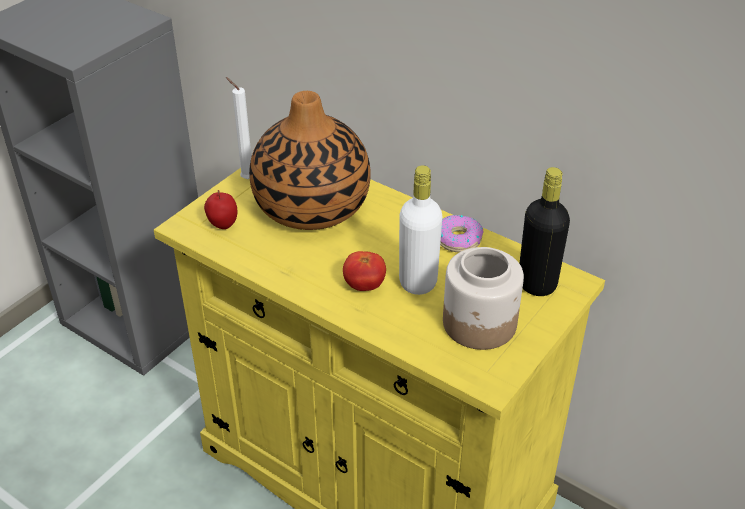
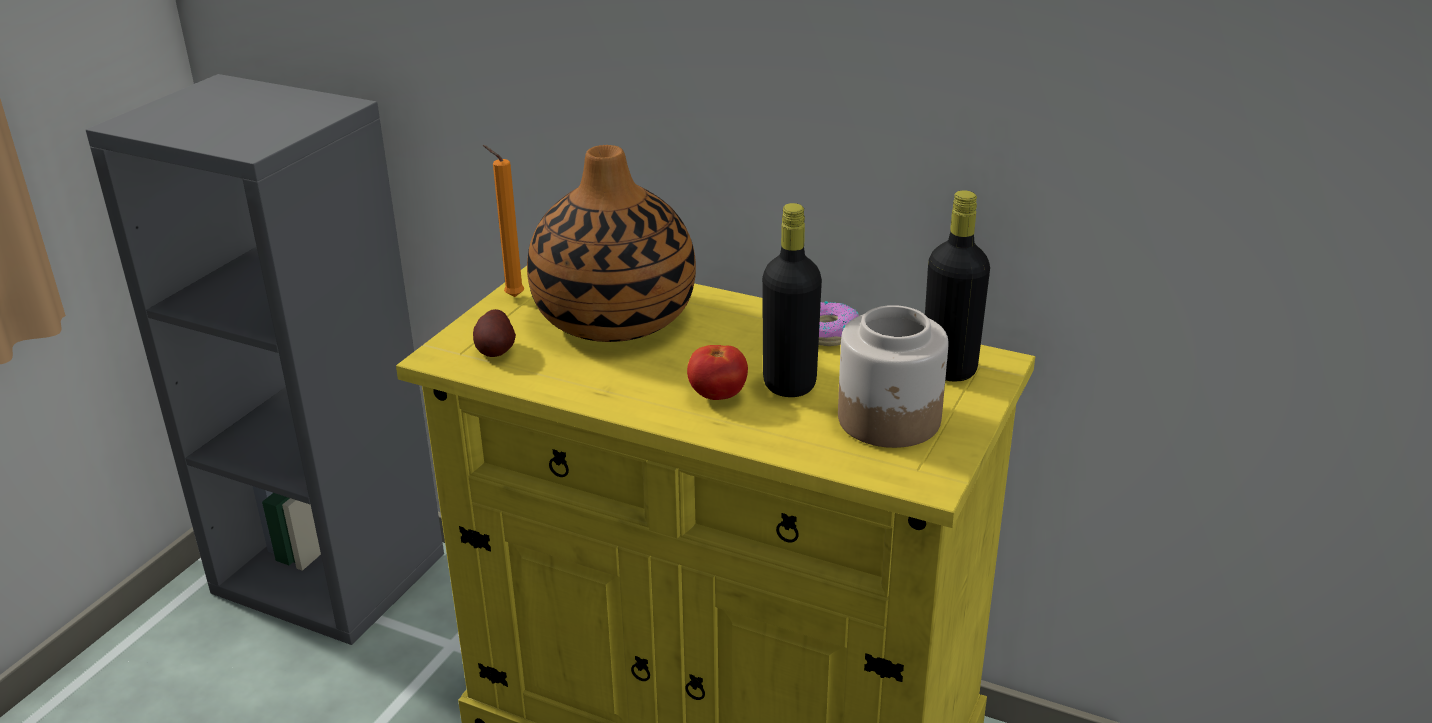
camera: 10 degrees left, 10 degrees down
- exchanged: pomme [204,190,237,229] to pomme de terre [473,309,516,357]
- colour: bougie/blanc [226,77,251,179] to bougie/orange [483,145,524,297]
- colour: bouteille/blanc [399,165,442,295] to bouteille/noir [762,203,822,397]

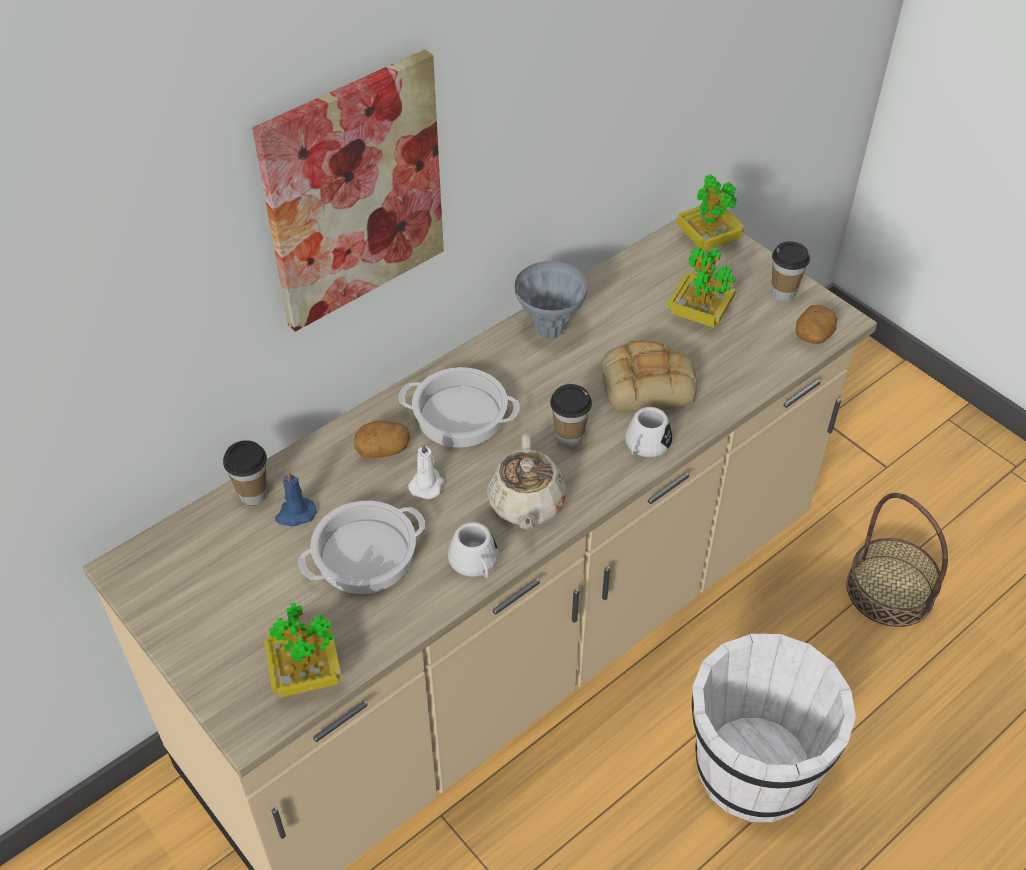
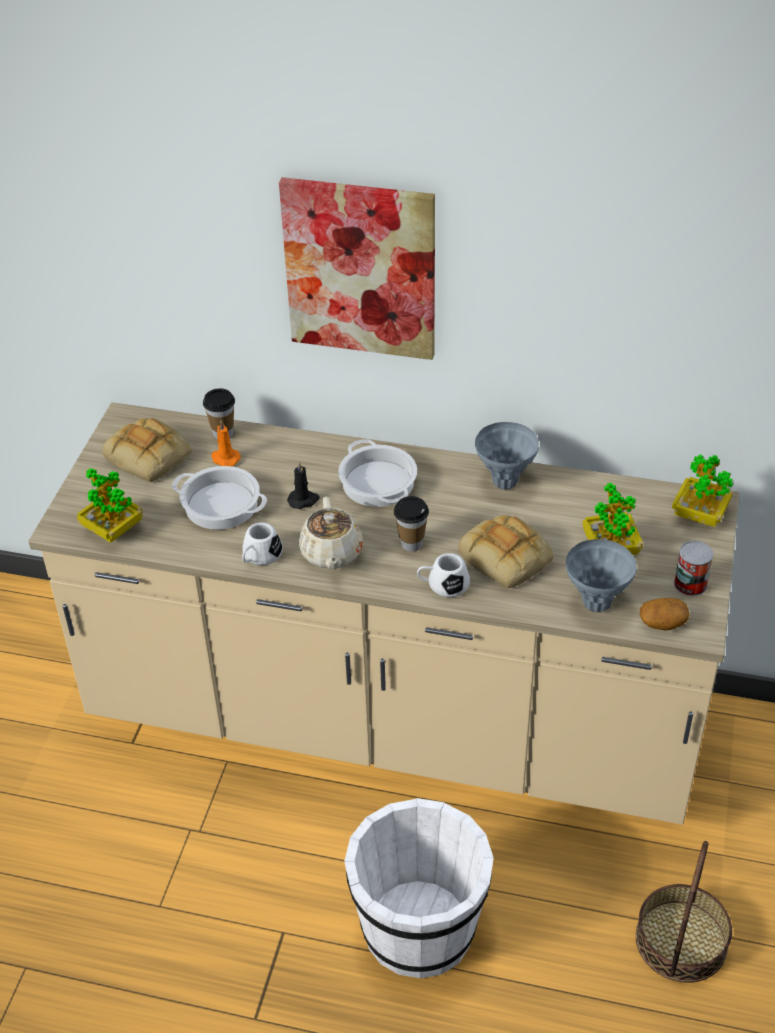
camera: 55 degrees right, 5 degrees down
- missing: pomme de terre [354,421,410,458]
- appeared: pain [103,418,192,482]
- appeared: vase/gris [566,539,637,612]
- exchanged: tasse [772,241,810,302] to boîte métallique [674,541,713,596]
- colour: bougie/bleu [275,470,316,526] to bougie/orange [211,420,241,466]
- colour: bougie/blanc [408,442,444,499] to bougie/noir [287,461,320,509]
- spun: théière/beige [487,433,566,530] = [299,497,363,570] 60 degrees counterclockwise

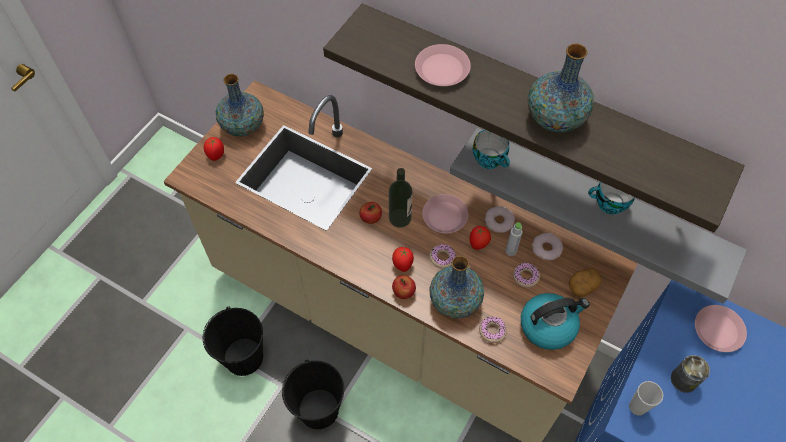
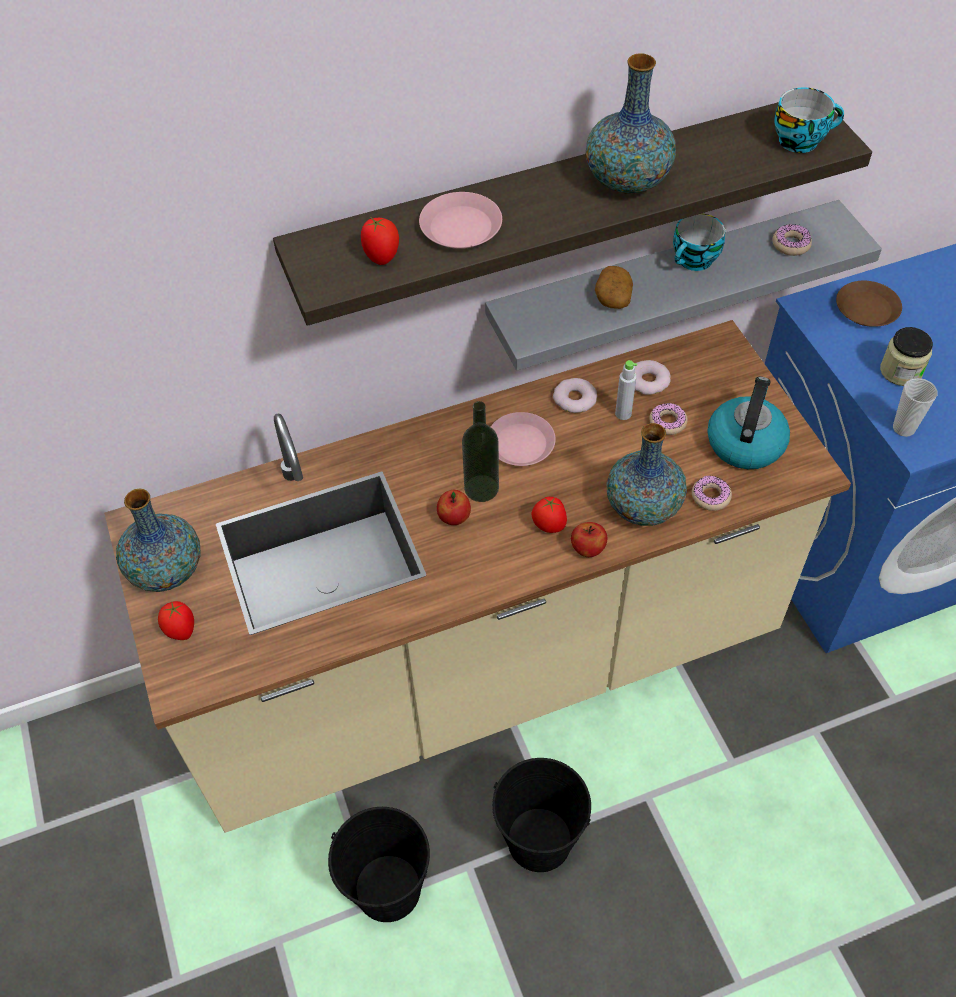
camera: 50 degrees left, 5 degrees down
- relocated: beignet [429,244,456,269] to [773,224,812,256]
- relocated: tomate [470,226,491,250] to [361,218,399,265]
- relocated: tasse [473,130,510,169] to [774,87,844,153]
- relocated: pomme de terre [569,268,601,297] to [595,266,633,309]
- exchanged: boîte métallique [671,355,710,393] to bocal [880,327,933,386]
- colour: assiette/rose [695,305,747,352] to assiette/marron [836,281,902,327]

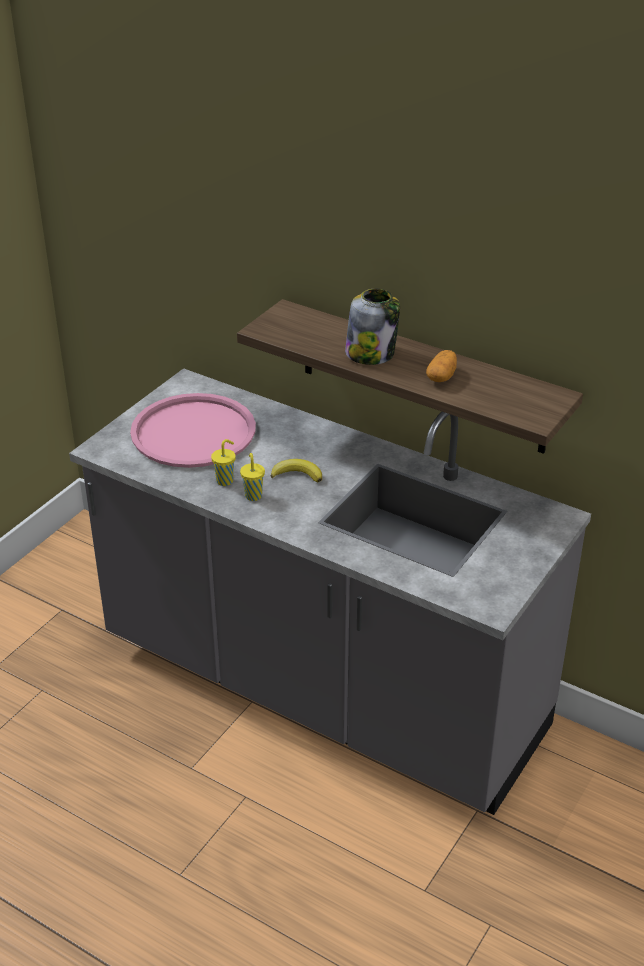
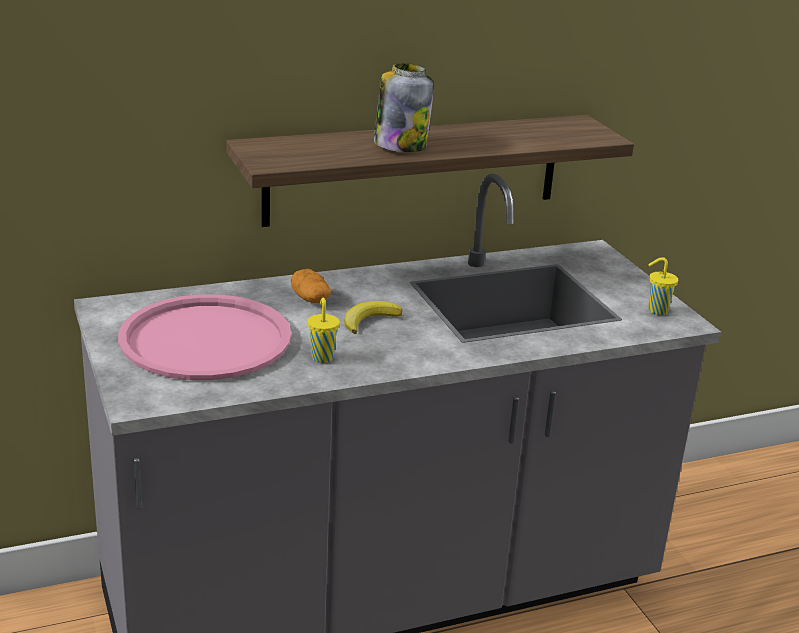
camera: 55 degrees left, 10 degrees down
- relocated: tasse/jaune [240,453,265,501] to [648,257,678,315]
- relocated: pomme de terre [426,350,457,382] to [291,269,331,303]

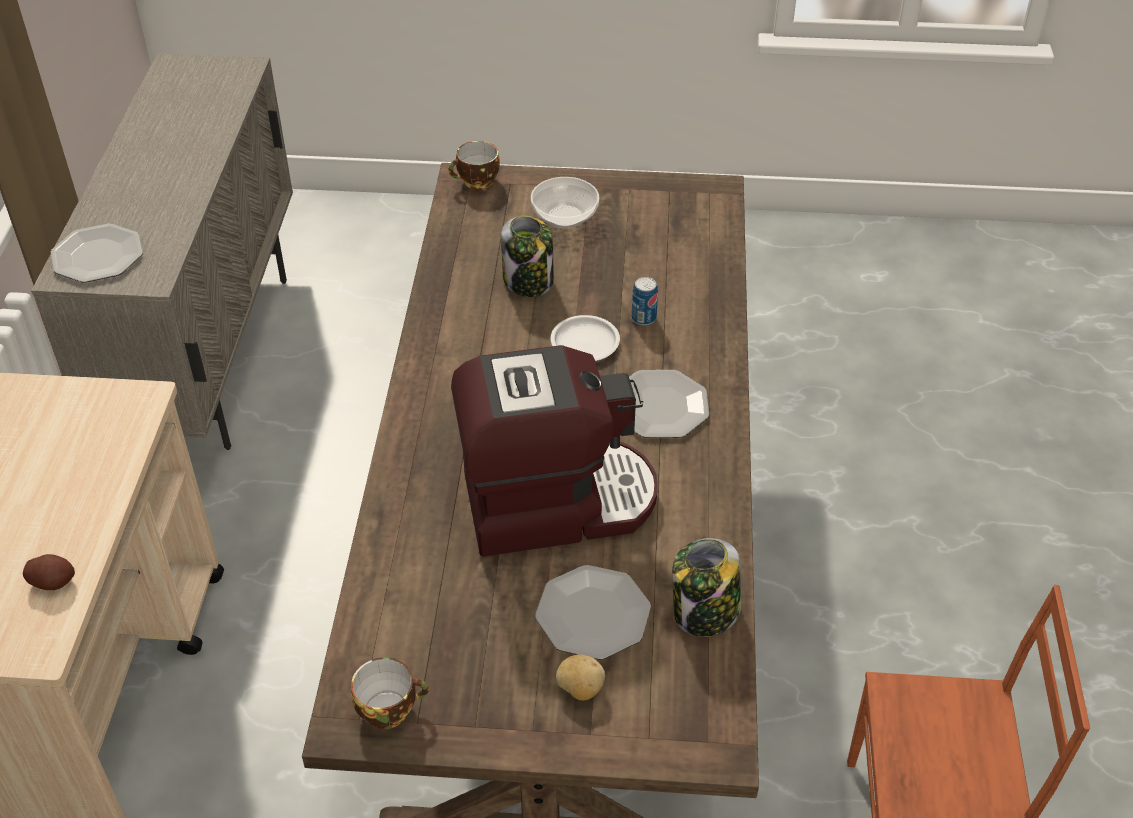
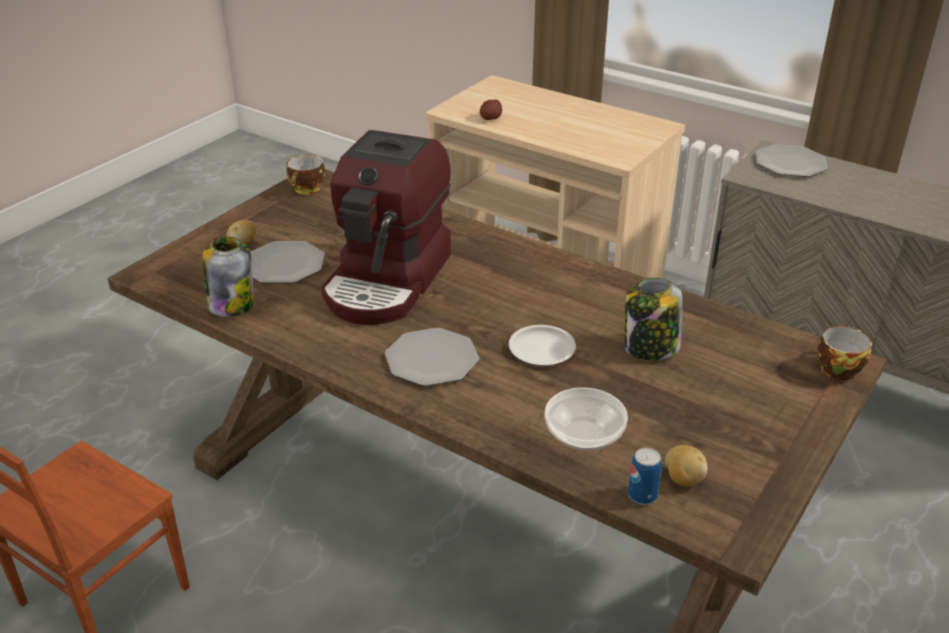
camera: 120 degrees right, 10 degrees down
- appeared: pomme de terre [665,445,707,486]
- relocated: bol [531,177,599,228] to [545,387,628,451]
- relocated: boîte métallique [631,277,658,325] to [628,448,662,505]

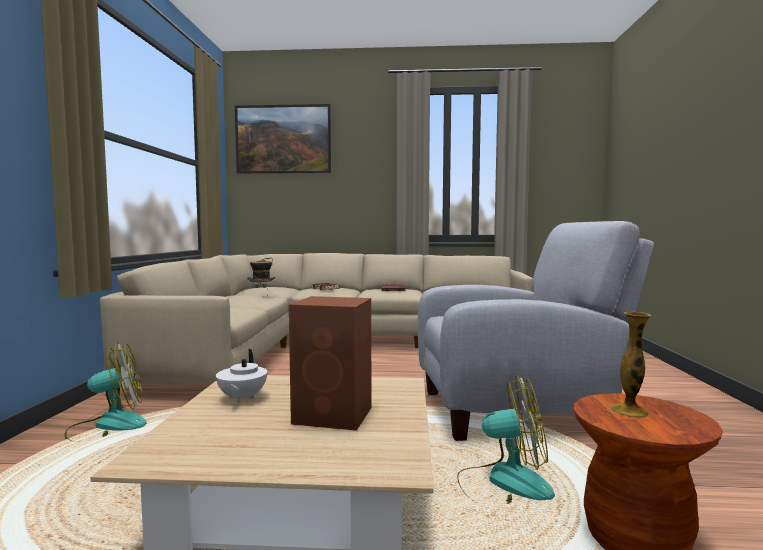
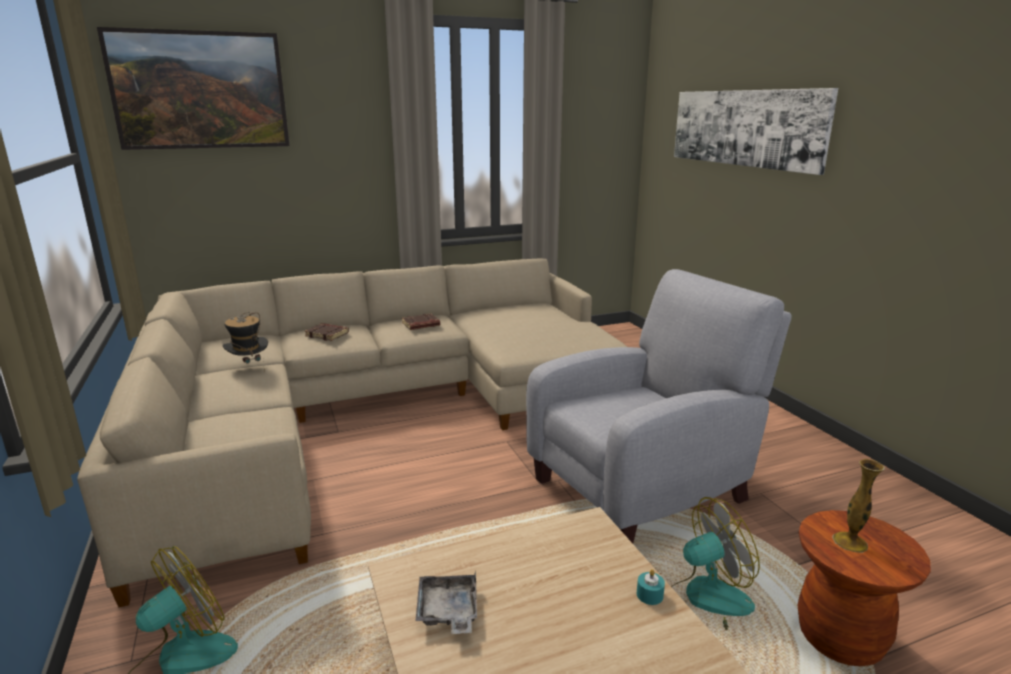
camera: 25 degrees left, 15 degrees up
- missing: enceinte/marron [289,296,371,431]
- appeared: bougie/turquoise [637,569,665,605]
- appeared: tableau [674,88,838,175]
- exchanged: théière/blanc [216,349,267,403] to plateau/gris [415,571,477,634]

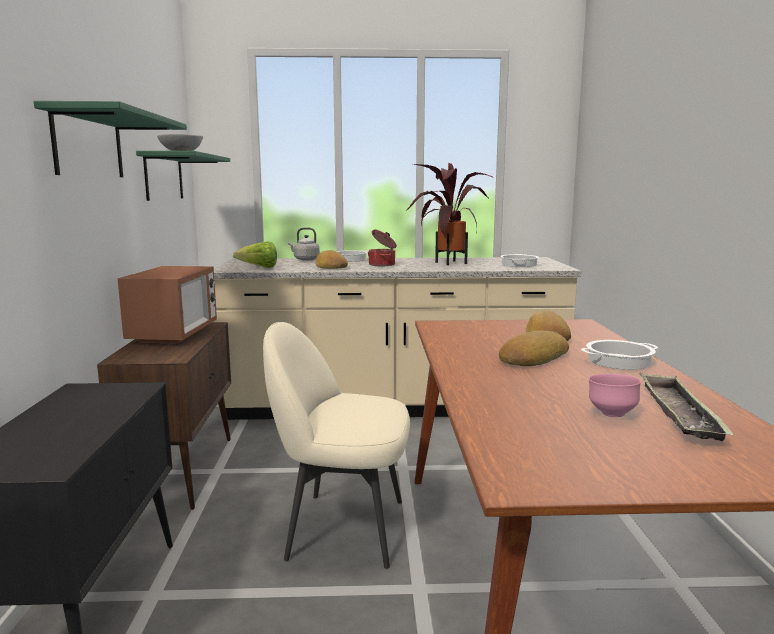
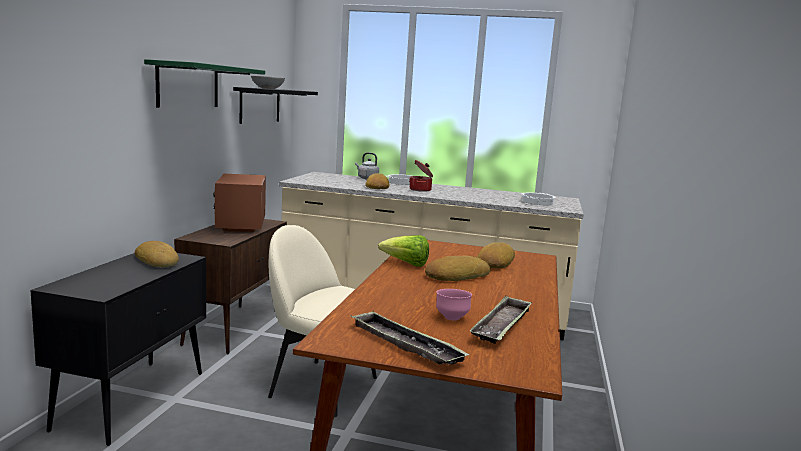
camera: 15 degrees right, 0 degrees up
- missing: plante en pot [406,163,494,265]
- missing: marmite [581,340,658,370]
- appeared: pain [135,241,179,267]
- appeared: plateau [350,311,470,365]
- relocated: laitue [233,241,277,268] to [378,235,429,267]
- colour: étagère/vert [136,151,230,201] to étagère/noir [233,87,318,124]
- spun: micro-ondes [118,266,217,344] = [213,174,266,232] 150 degrees clockwise

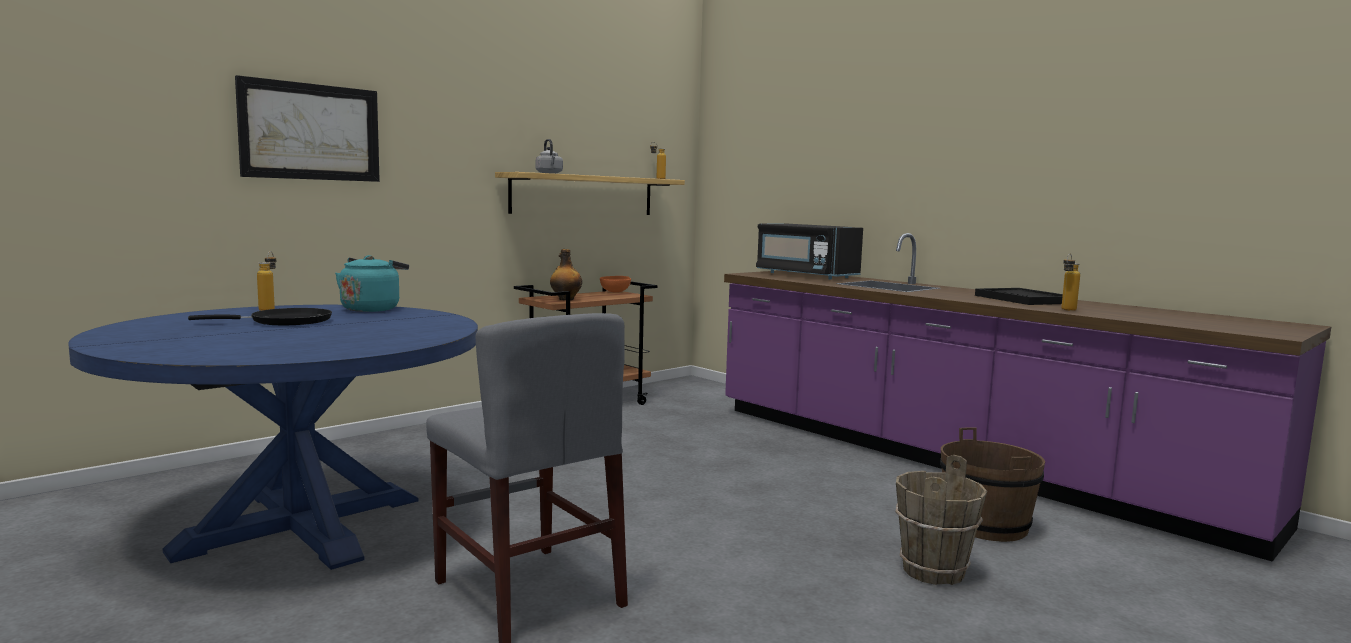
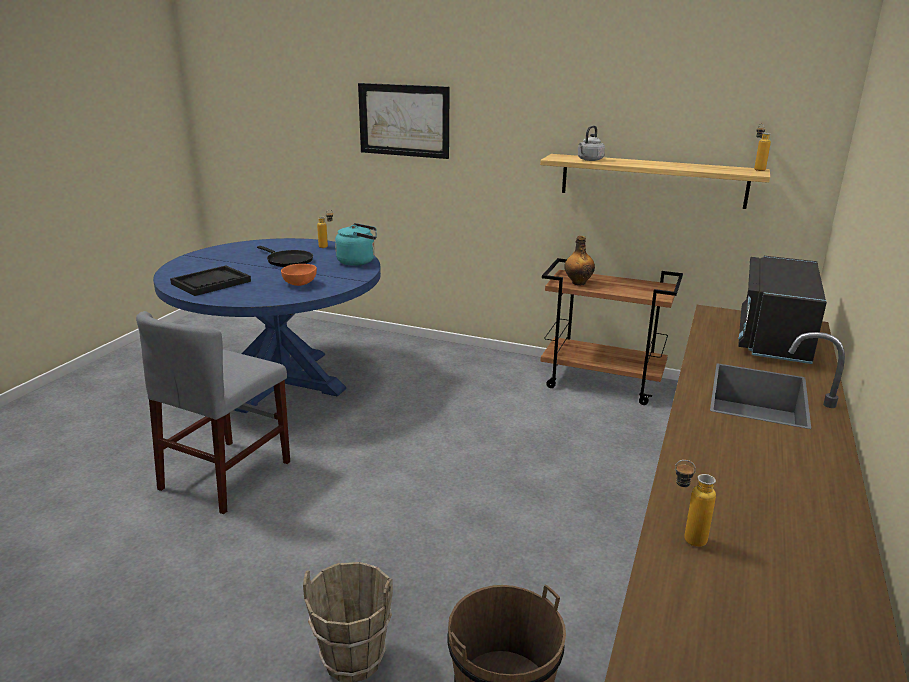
camera: 65 degrees right, 15 degrees up
- relocated: bol/orange [600,276,631,293] to [281,264,317,286]
- relocated: plateau/noir [975,288,1063,305] to [170,265,251,296]

